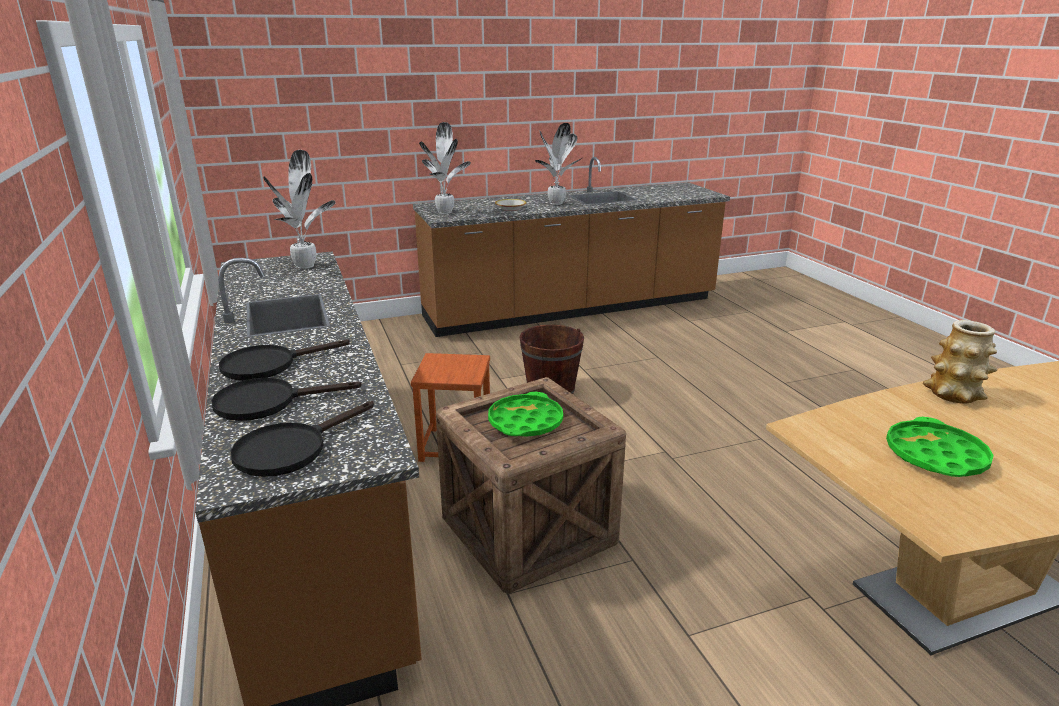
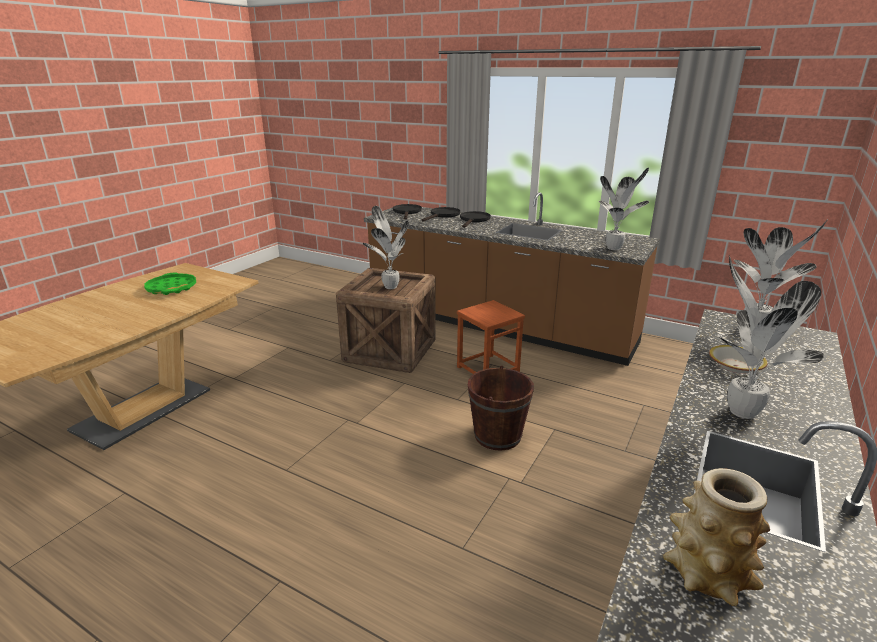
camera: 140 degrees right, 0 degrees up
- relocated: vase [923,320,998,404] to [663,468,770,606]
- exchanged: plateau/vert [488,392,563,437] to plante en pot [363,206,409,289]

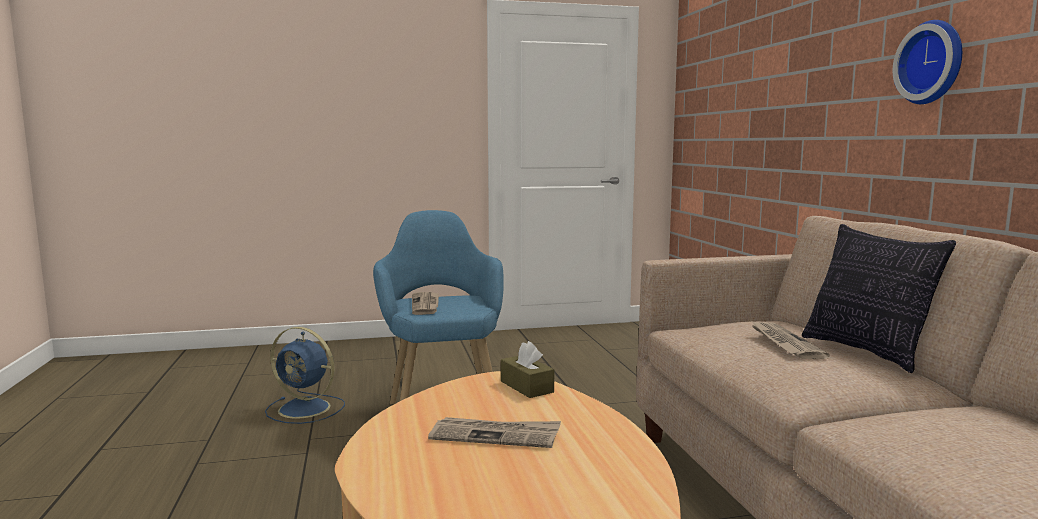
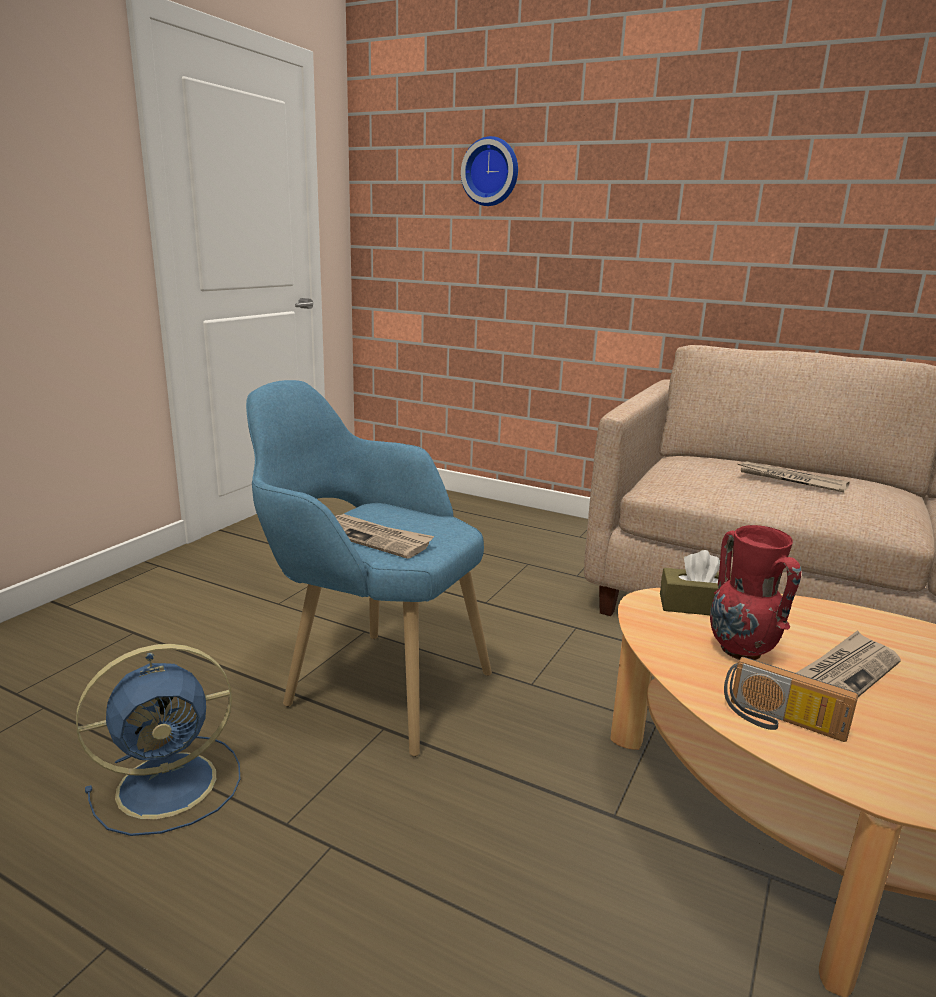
camera: 50 degrees left, 10 degrees up
- missing: coussin [802,224,956,373]
- appeared: vase/rouge [710,525,801,660]
- appeared: radio [724,657,858,742]
- relocated: horloge murale [893,20,962,104] to [461,136,518,206]

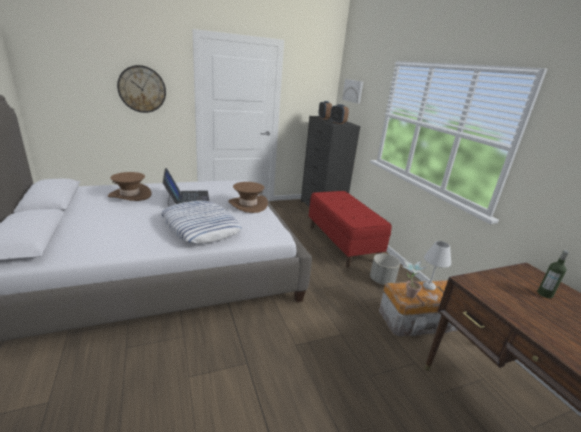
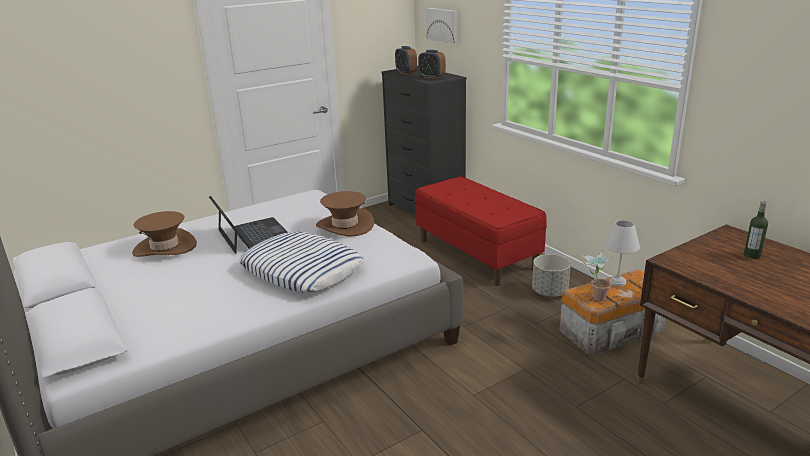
camera: 10 degrees left, 0 degrees up
- missing: horloge murale [117,65,166,113]

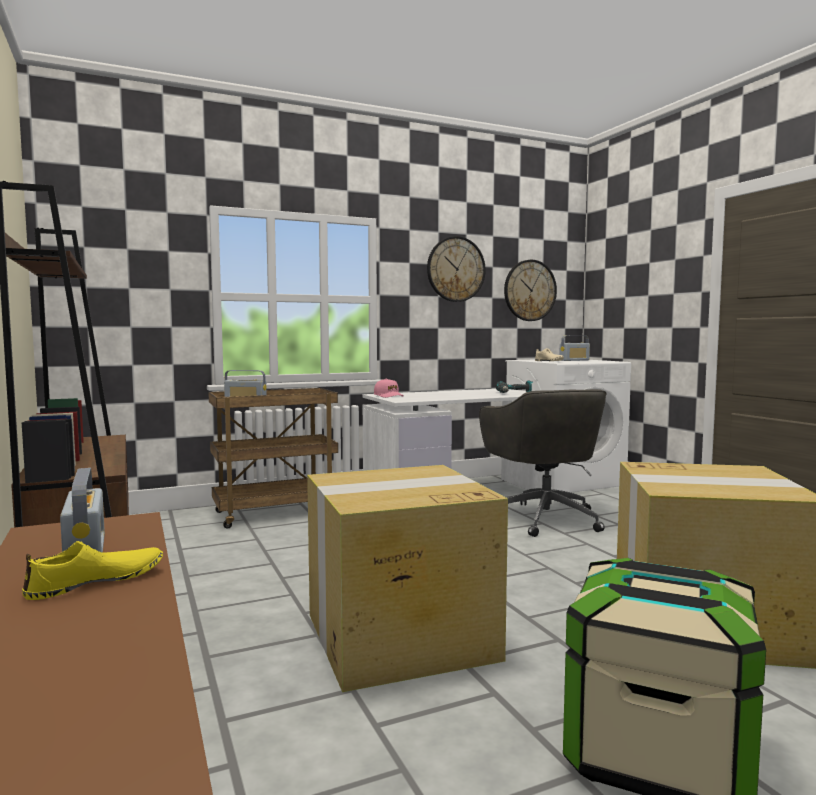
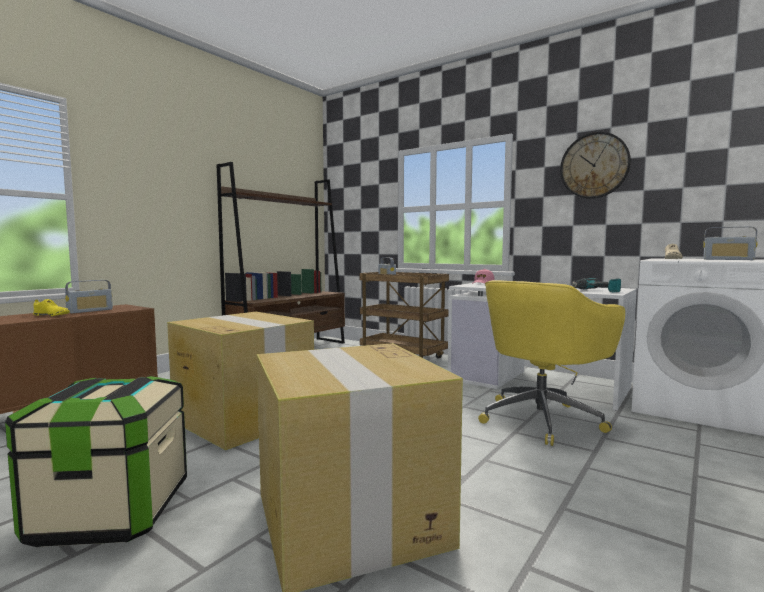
camera: 60 degrees right, 0 degrees up
- missing: horloge murale [504,260,557,321]
- colour: chaise de bureau/gris [479,389,607,537] to chaise de bureau/jaune [478,280,625,446]

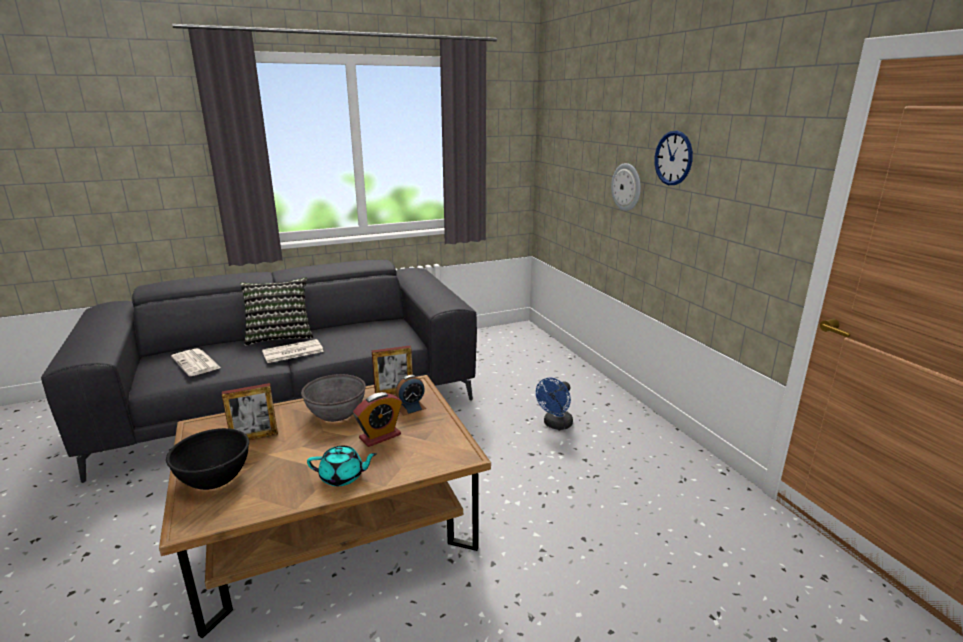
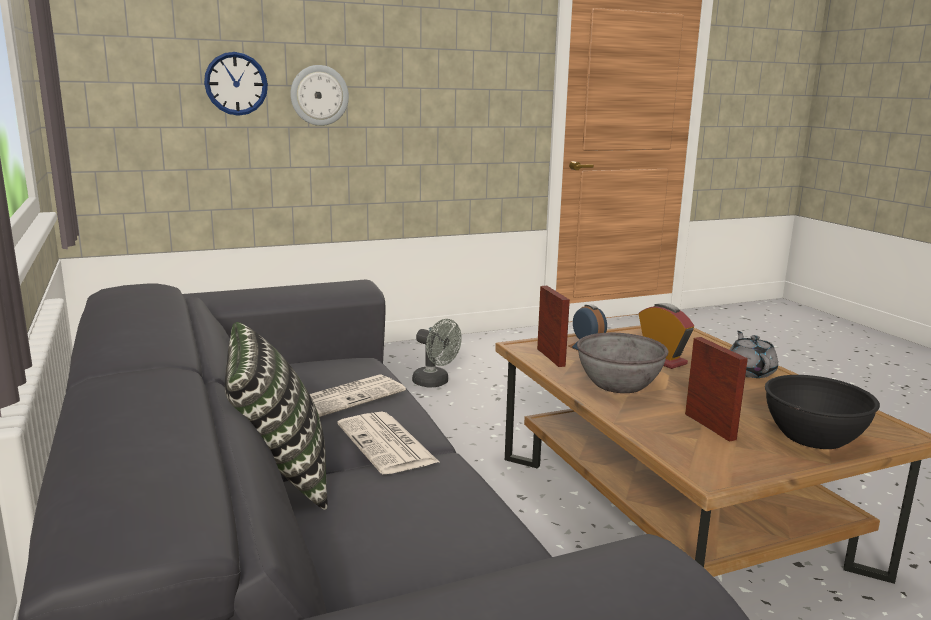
camera: 90 degrees left, 5 degrees down
- relocated: journal [171,348,221,376] to [310,374,406,417]
- relocated: horloge murale [655,131,693,185] to [204,52,268,116]
- colour: théière/turquoise [307,446,377,486] to théière/gris [730,331,778,378]
- colour: ventilateur/bleu [536,378,573,430] to ventilateur/gris [412,319,462,387]

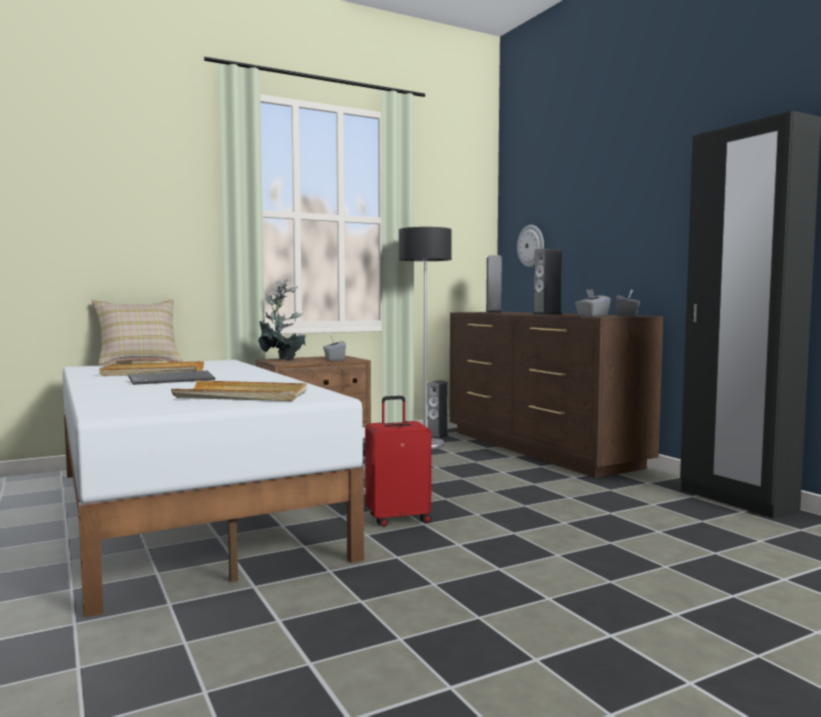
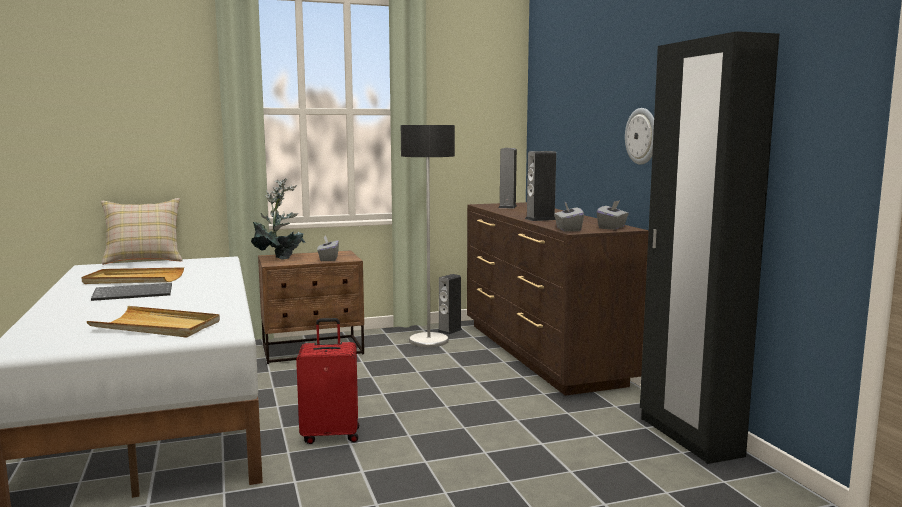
camera: 10 degrees right, 5 degrees up
- relocated: horloge murale [517,225,544,267] to [625,108,654,165]

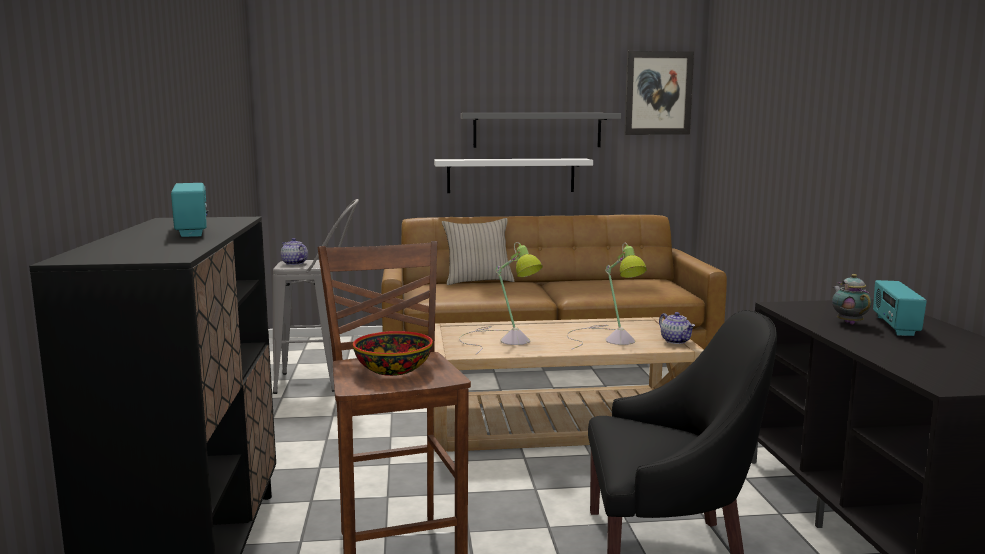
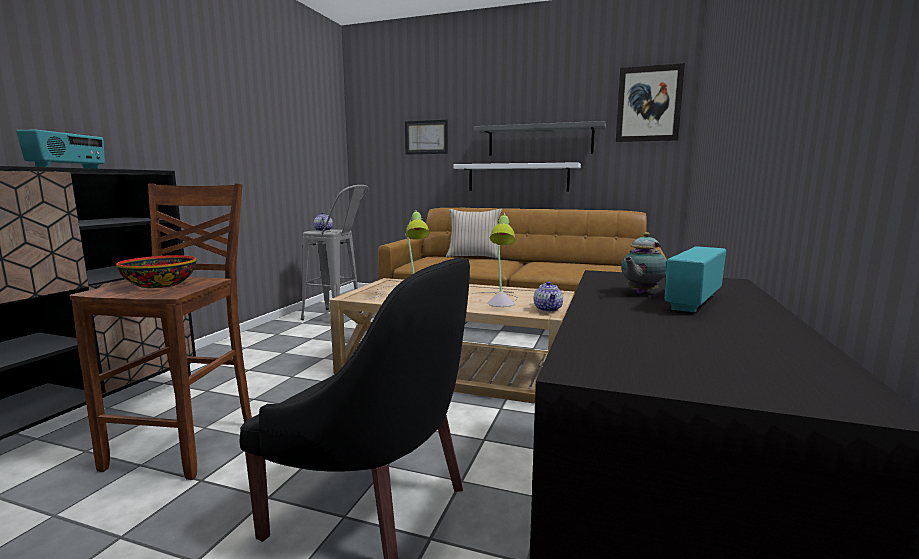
camera: 25 degrees right, 0 degrees up
- appeared: tableau [405,120,448,155]
- spun: théière [832,274,872,325] = [621,232,666,294] 150 degrees counterclockwise

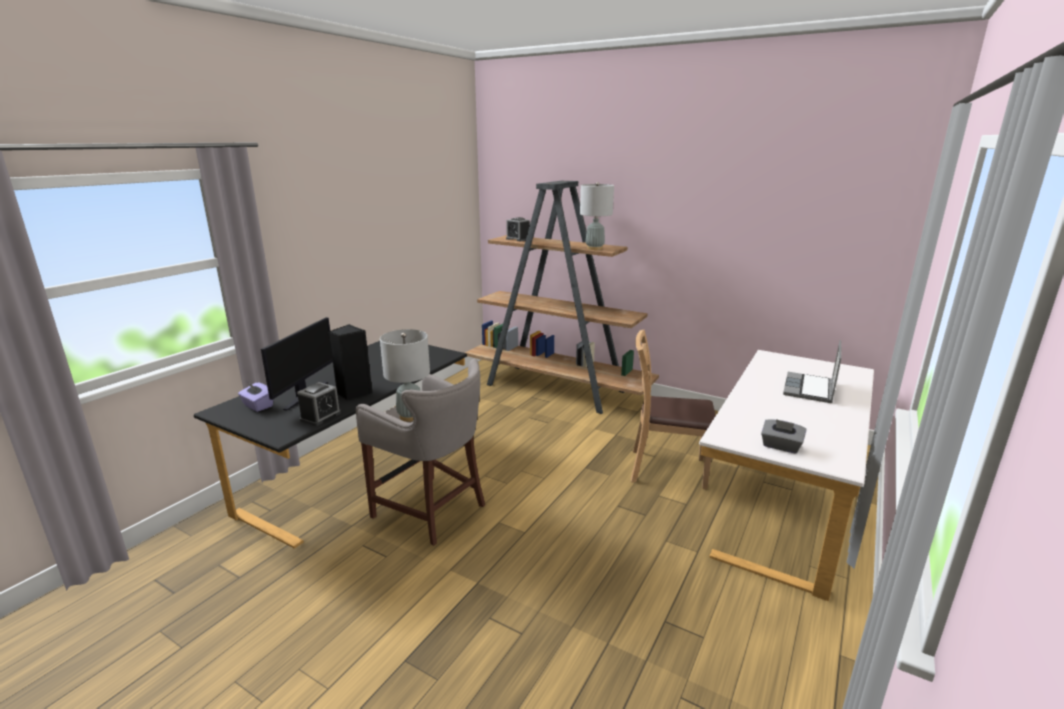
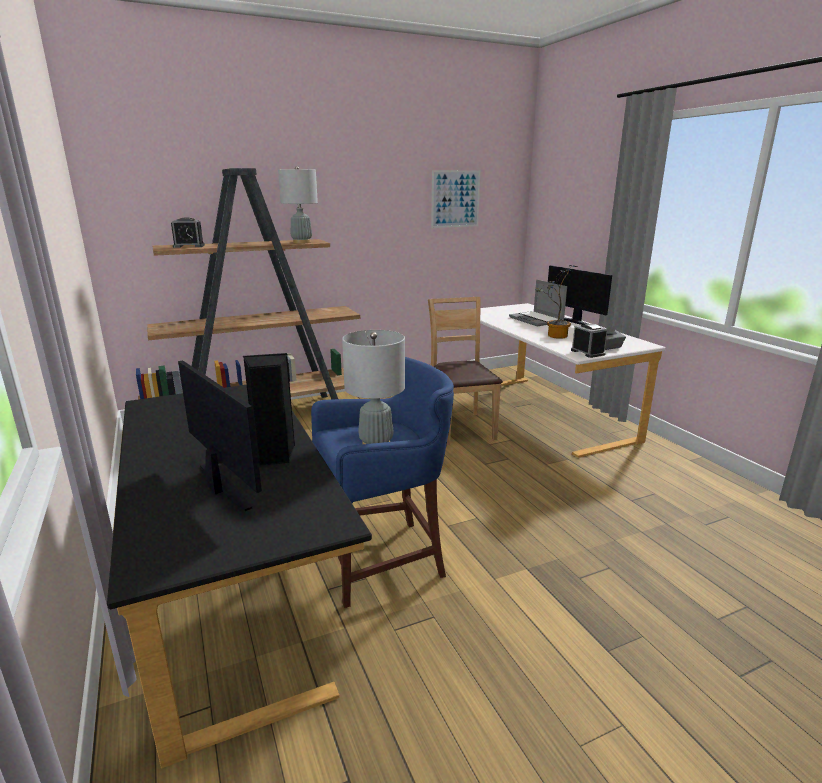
camera: 55 degrees left, 0 degrees up
- missing: boîte à mouchoirs/violet [238,383,273,412]
- appeared: tableau [431,170,480,228]
- appeared: plante en pot [535,265,578,339]
- appeared: écran d'ordinateur [548,265,612,325]
- relocated: réveil [297,382,341,426] to [571,324,608,358]
- colour: tabouret/gris [356,359,485,546] to tabouret/bleu [311,357,454,608]
- spun: chaise/marron [631,330,716,490] = [428,297,503,446] 120 degrees clockwise

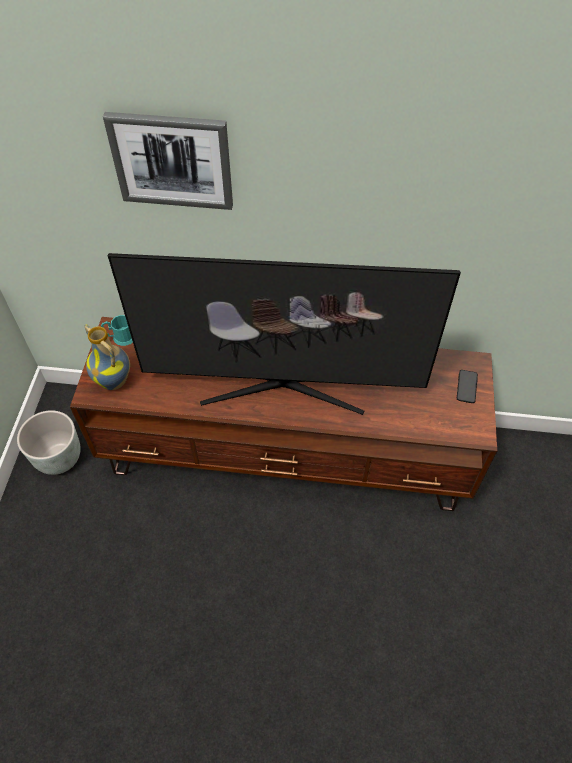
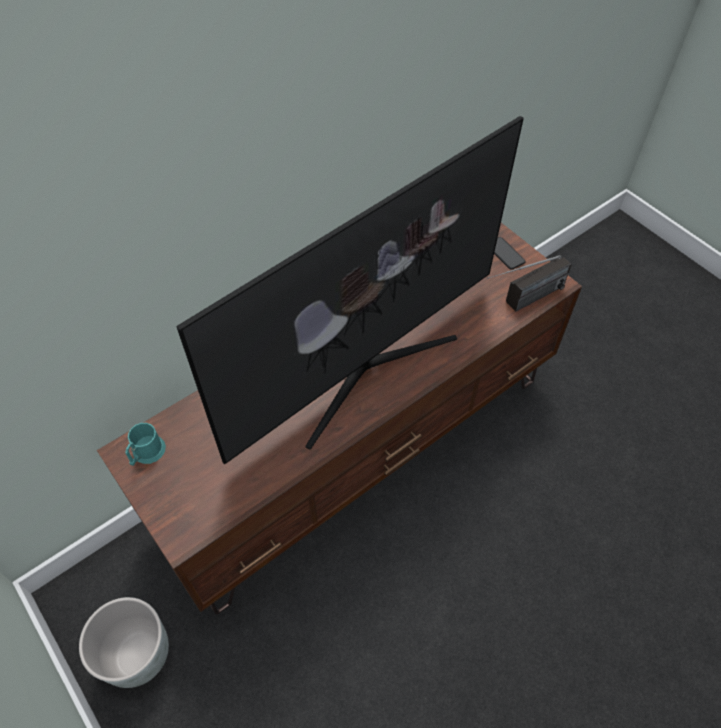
camera: 45 degrees left, 0 degrees up
- missing: vase [84,324,130,390]
- missing: tableau [103,112,233,210]
- appeared: radio [487,255,572,312]

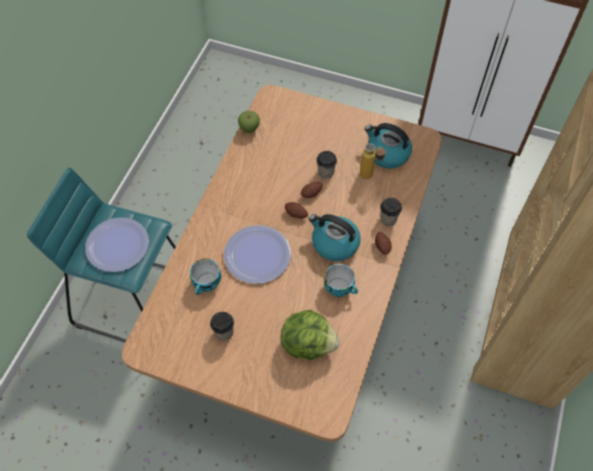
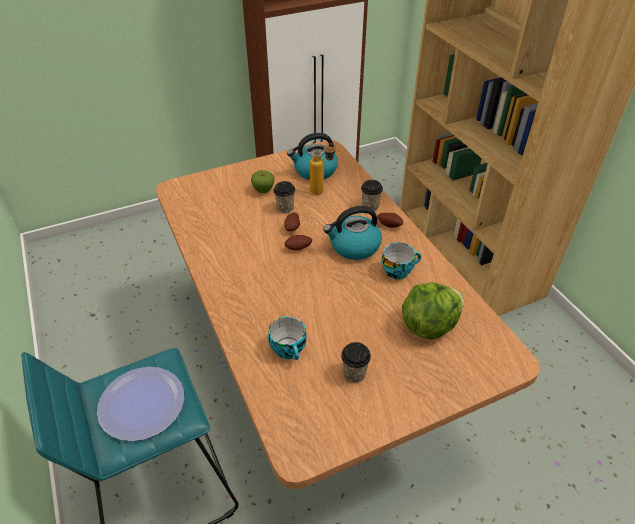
camera: 45 degrees left, 15 degrees down
- missing: assiette [224,225,291,284]
- relocated: pomme [238,111,260,133] to [251,170,274,193]

